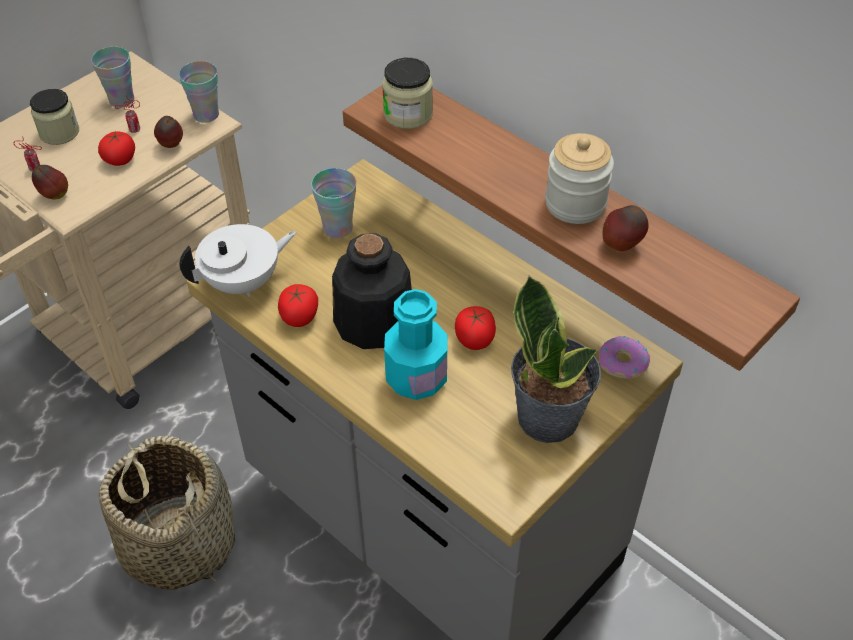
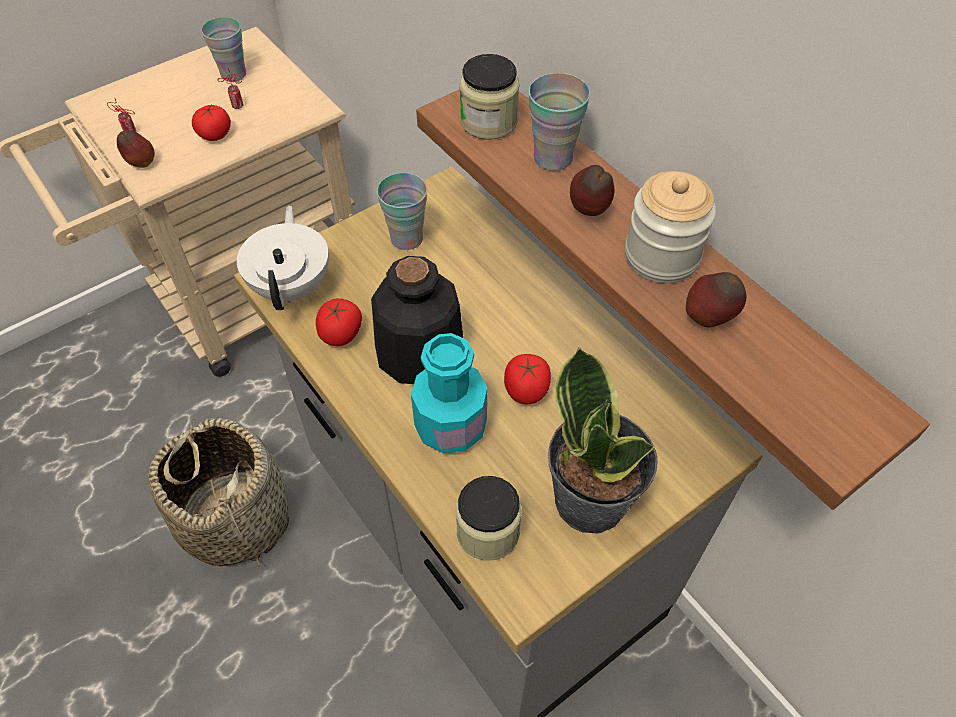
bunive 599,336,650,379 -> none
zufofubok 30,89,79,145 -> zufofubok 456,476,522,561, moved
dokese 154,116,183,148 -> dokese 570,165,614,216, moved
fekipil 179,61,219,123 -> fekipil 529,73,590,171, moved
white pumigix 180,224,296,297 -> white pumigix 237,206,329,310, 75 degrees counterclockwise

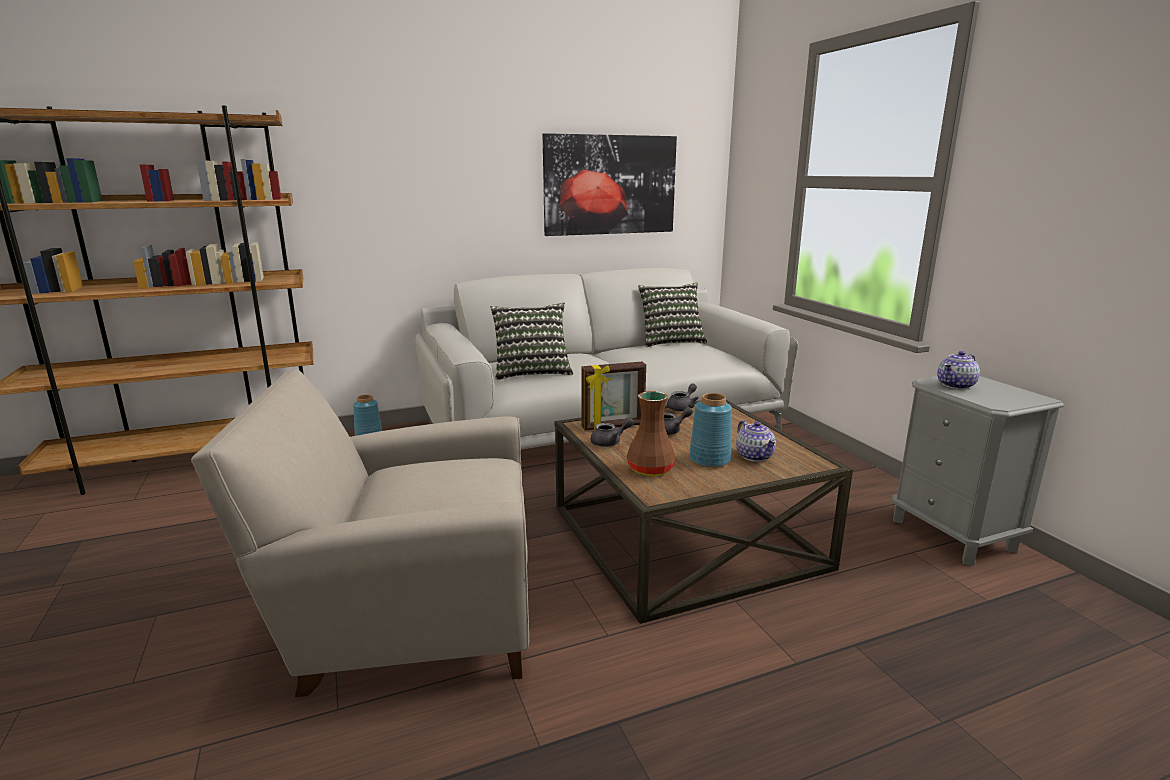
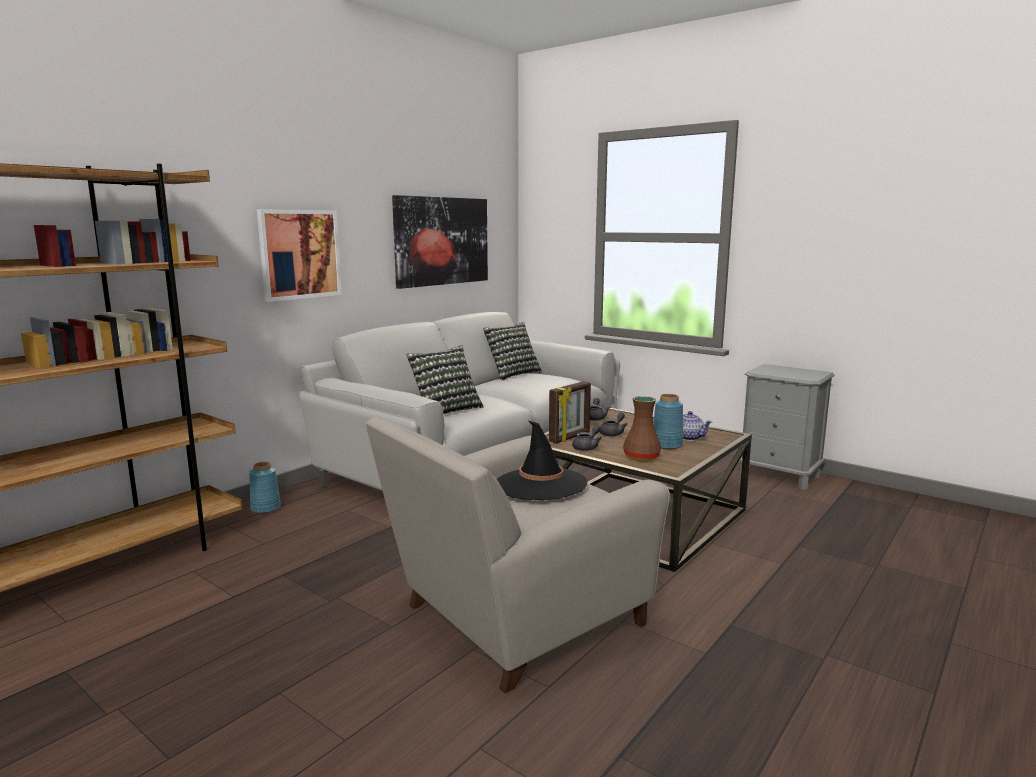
pumigix 938,351,980,389 -> none
none -> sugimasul 257,209,342,302
none -> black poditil 497,421,588,500

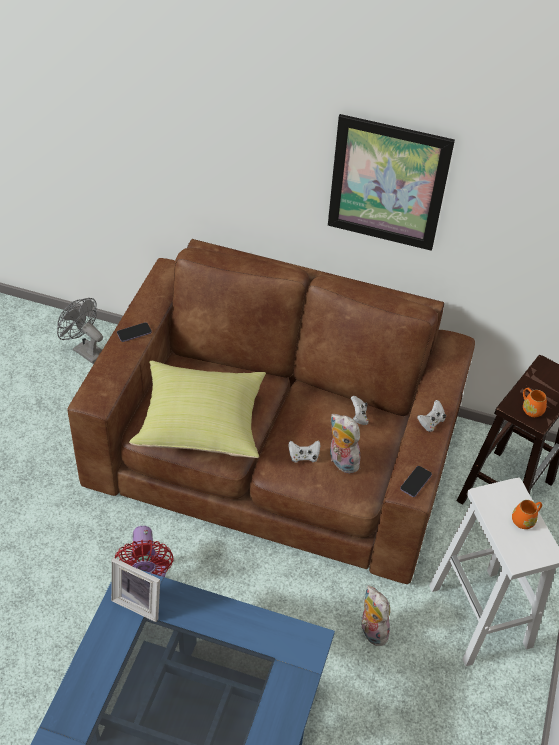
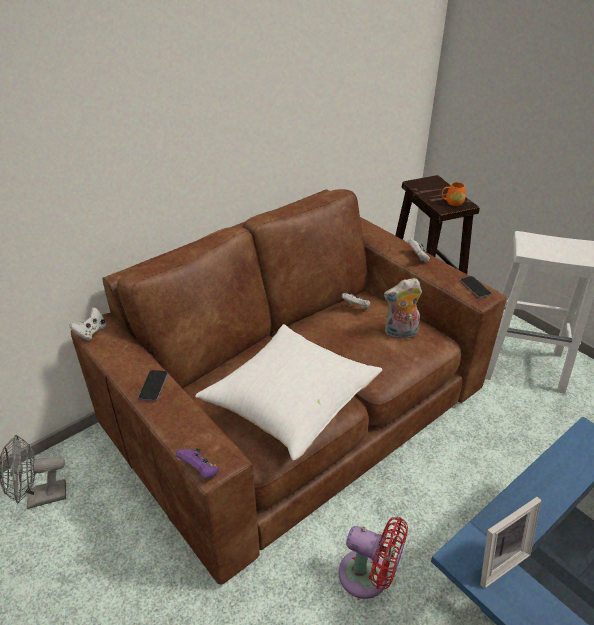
sugimasul 328,114,455,251 -> none
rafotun 361,585,390,646 -> none
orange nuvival 512,500,542,529 -> none
none -> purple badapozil 176,448,219,478
white badapozil 288,440,321,463 -> white badapozil 70,307,106,340, moved
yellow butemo 129,361,266,458 -> white butemo 195,324,382,460

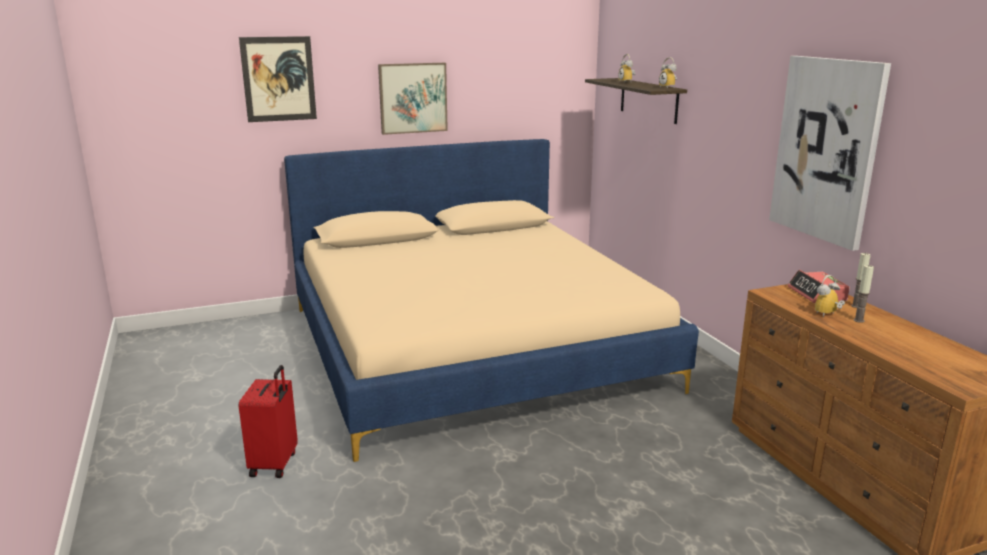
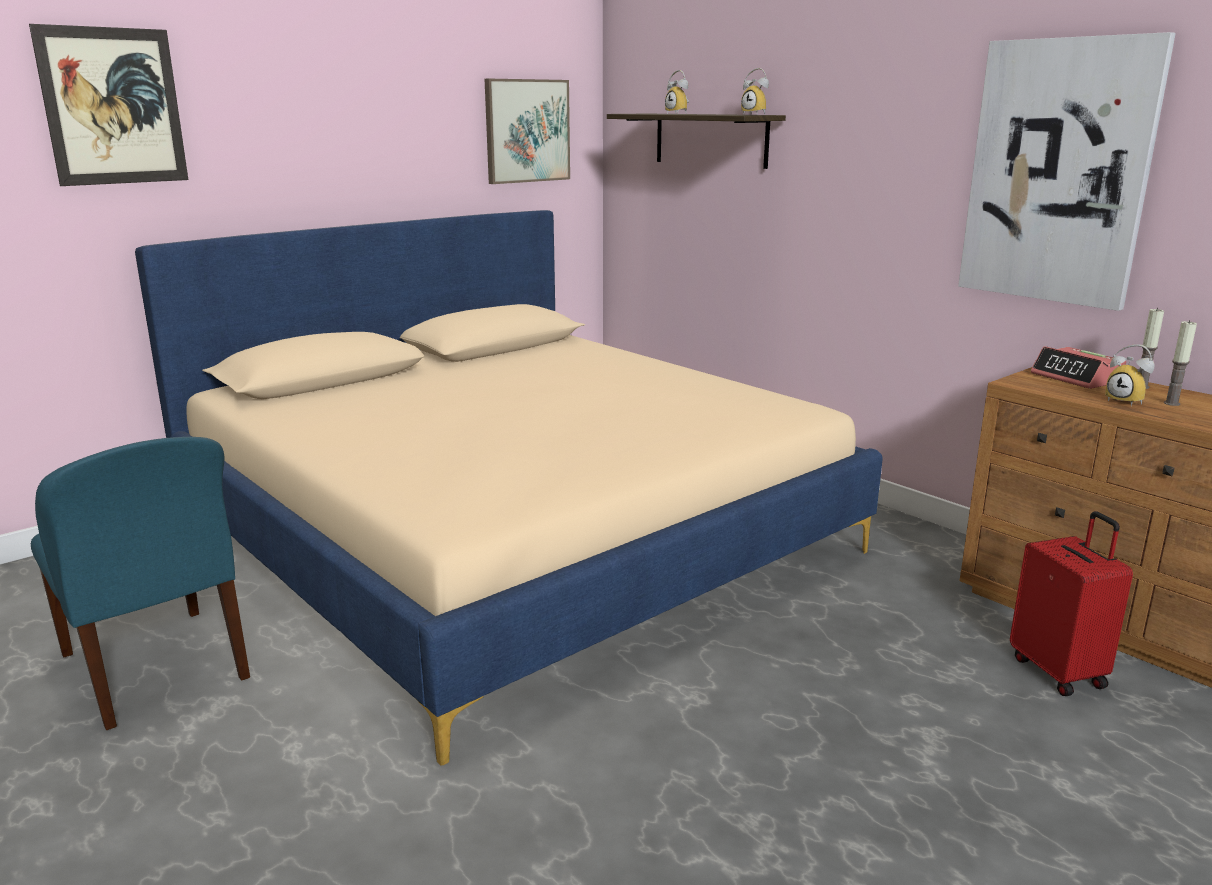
none -> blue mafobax 31,437,250,730
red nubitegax 239,365,298,478 -> red nubitegax 1010,511,1133,696, moved
sugimasul 378,63,448,135 -> sugimasul 485,79,570,184, moved
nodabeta 815,275,845,317 -> nodabeta 1105,344,1155,406, 75 degrees counterclockwise

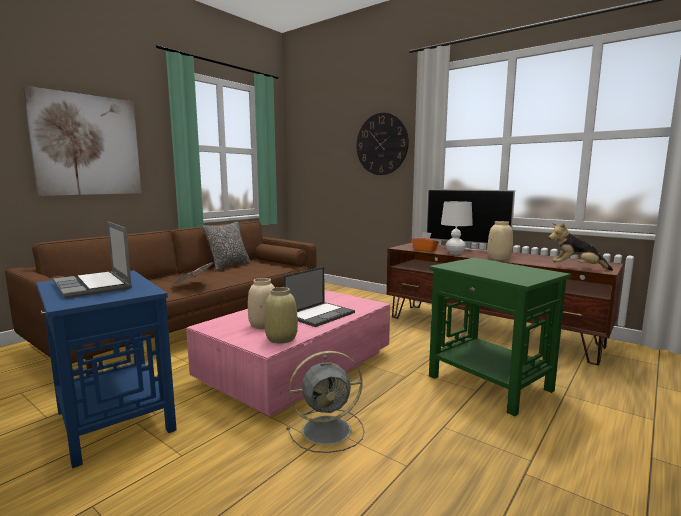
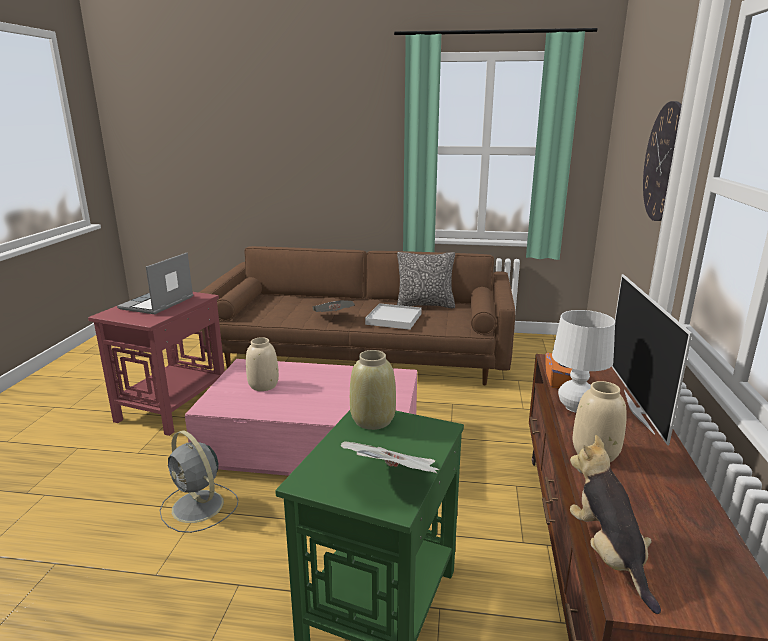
sugimasul 23,86,141,196 -> none
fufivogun 283,267,355,327 -> none
none -> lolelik 341,442,439,473
none -> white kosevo 365,303,422,330
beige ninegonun 264,287,298,343 -> beige ninegonun 350,350,396,430, moved
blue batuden 36,270,177,468 -> red batuden 88,292,225,436

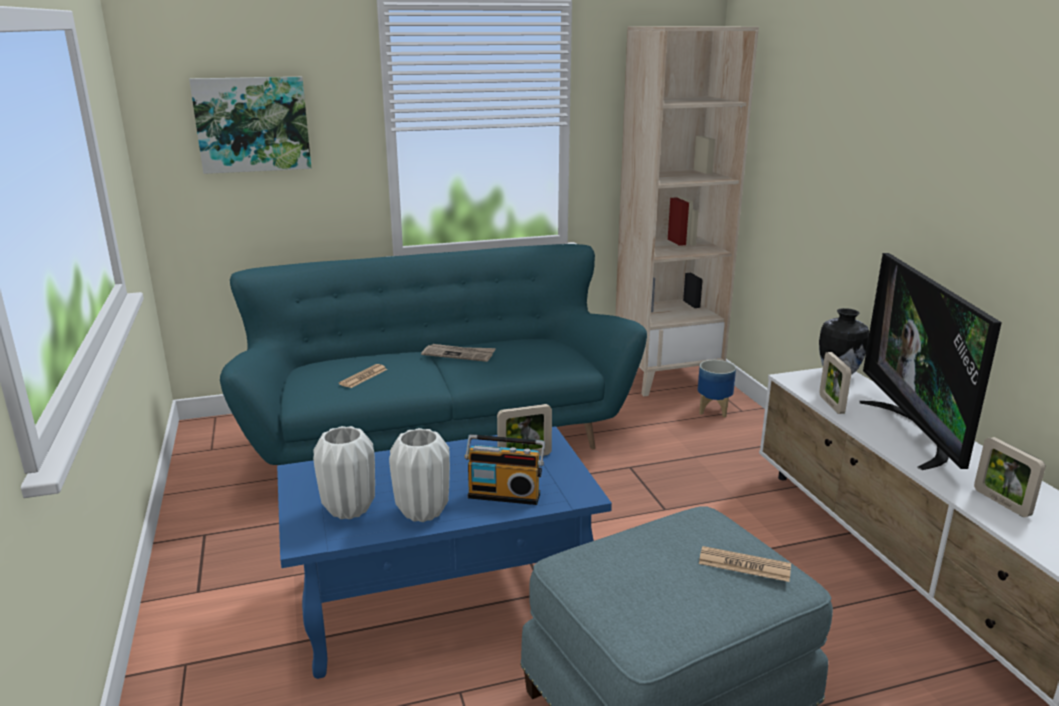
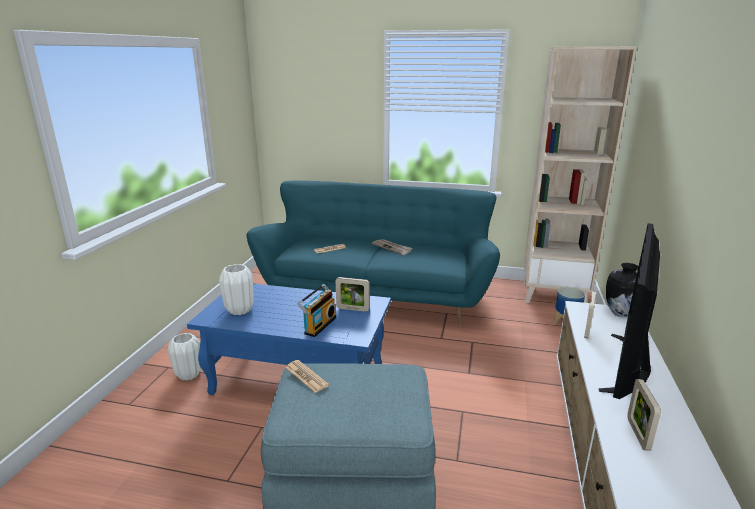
sugimasul 189,77,312,174 -> none
white ninegonun 389,428,450,522 -> white ninegonun 168,333,201,381, moved
lolelik 699,546,791,582 -> lolelik 286,360,329,393, moved
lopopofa 465,434,545,505 -> lopopofa 297,284,336,337, 105 degrees counterclockwise

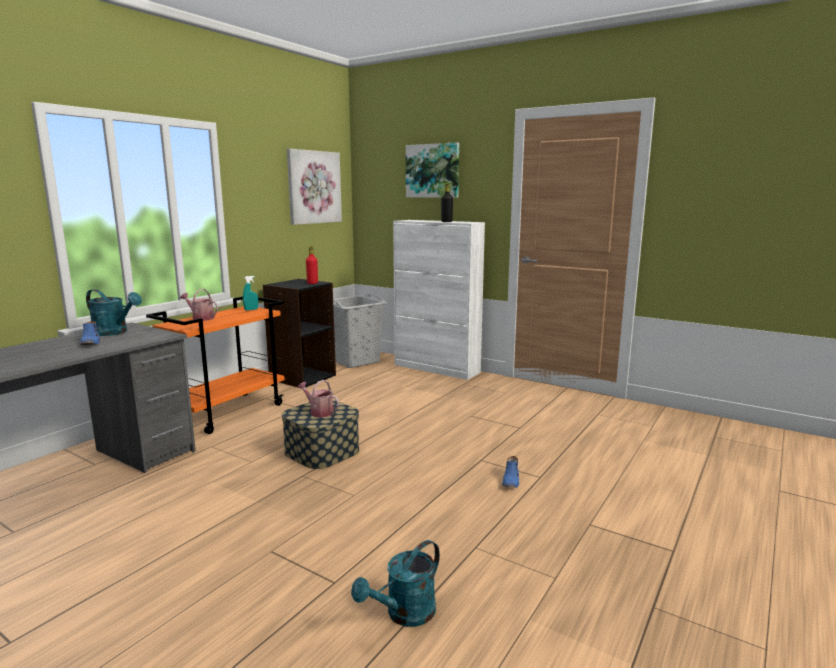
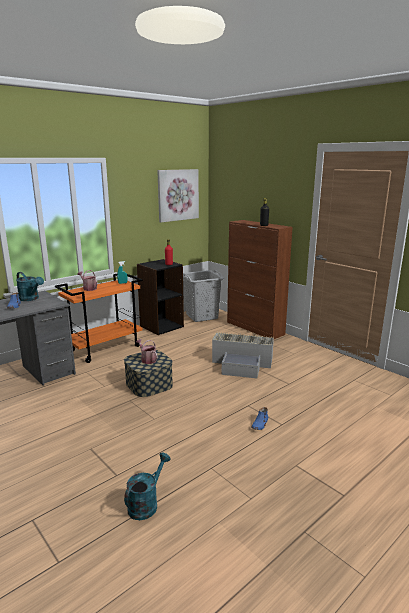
sugimasul 406,142,459,198 -> none
none -> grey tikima 212,332,274,378
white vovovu 393,220,485,380 -> brown vovovu 227,220,293,339
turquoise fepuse 351,540,440,627 -> turquoise fepuse 124,453,171,520, 150 degrees clockwise

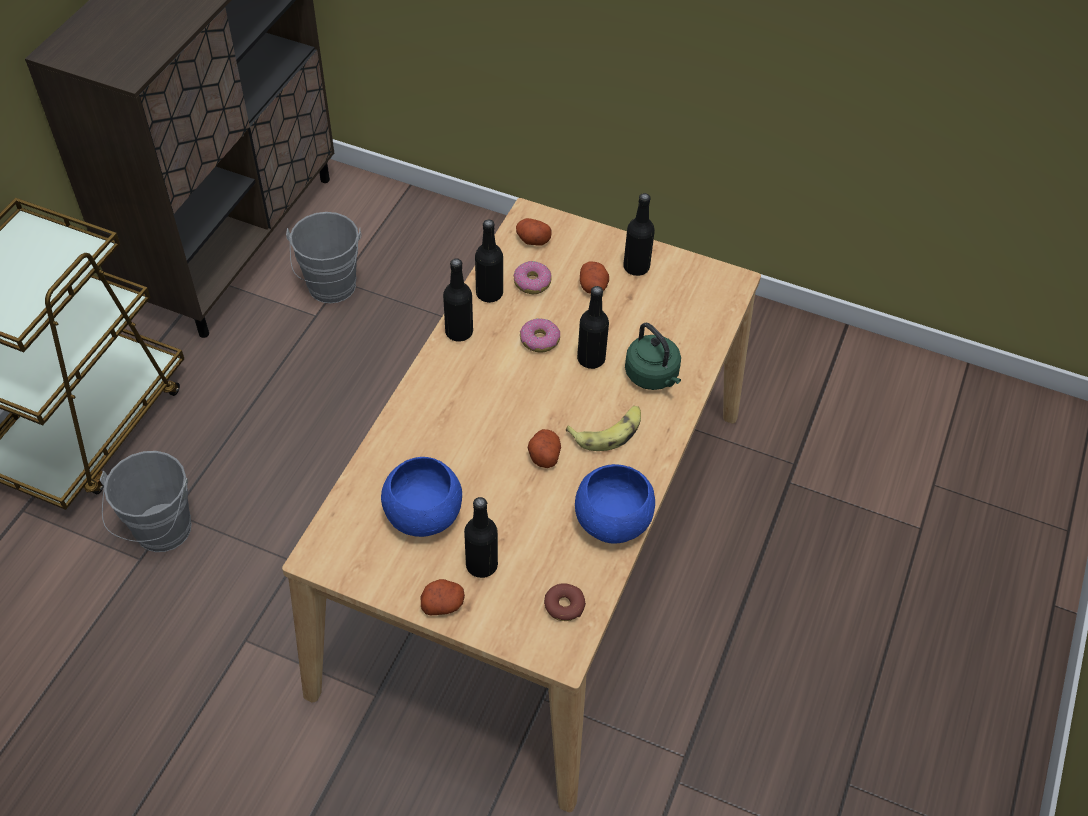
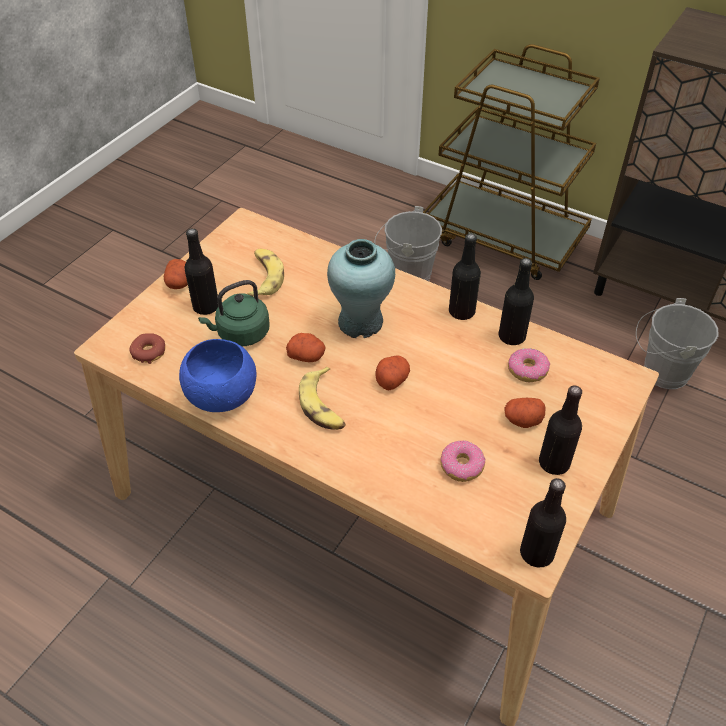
none -> turquoise ninegonun 327,239,395,338
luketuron 516,218,551,246 -> luketuron 375,355,410,390, moved
bunive 520,318,560,353 -> bunive 440,441,485,482, moved
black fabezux 577,286,609,369 -> black fabezux 520,478,566,567, moved
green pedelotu 625,323,681,390 -> green pedelotu 198,280,270,346, moved
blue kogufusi 381,457,462,537 -> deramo 248,249,284,296

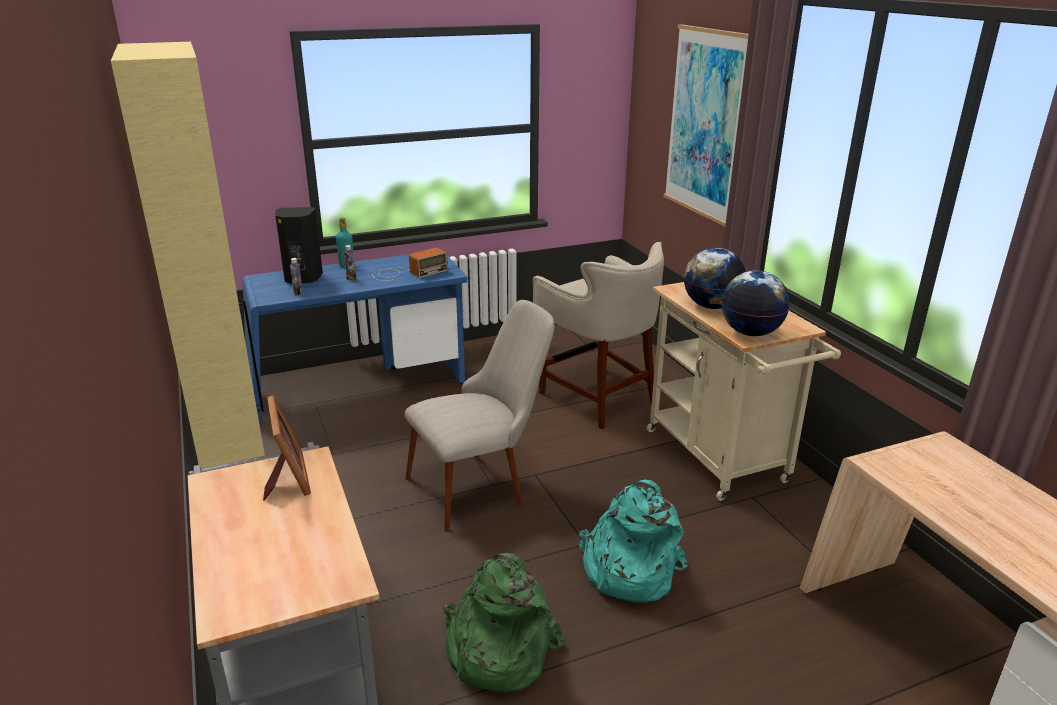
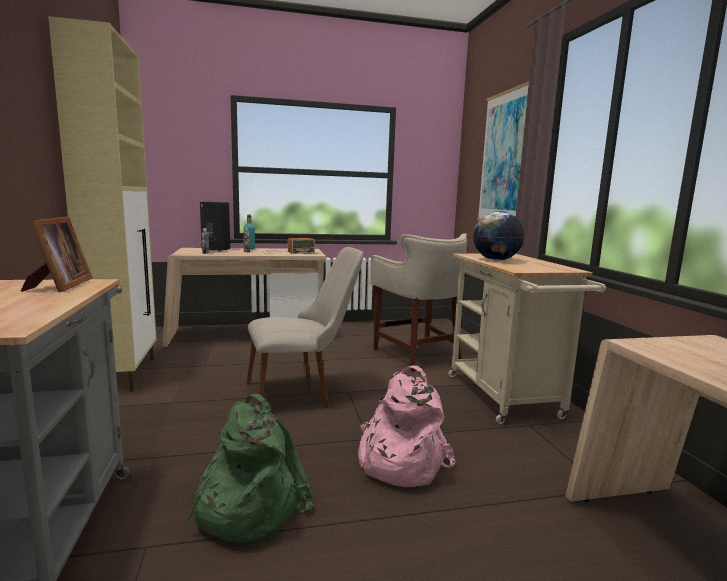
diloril 721,270,790,336 -> none
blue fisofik 242,254,467,426 -> beige fisofik 162,248,326,347
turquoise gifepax 579,480,688,603 -> pink gifepax 358,365,456,487

